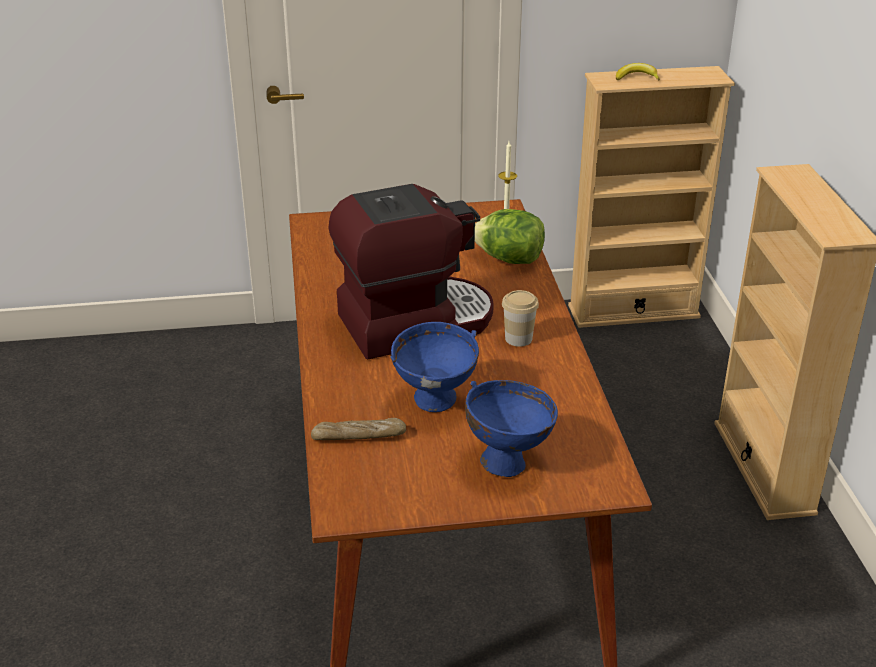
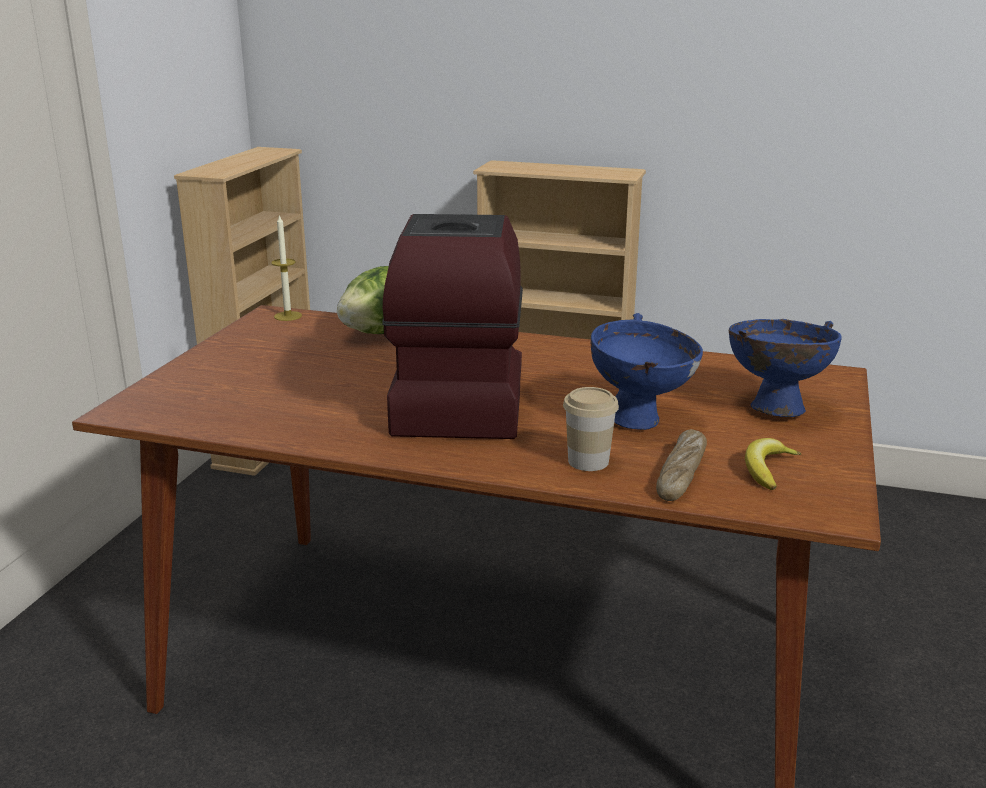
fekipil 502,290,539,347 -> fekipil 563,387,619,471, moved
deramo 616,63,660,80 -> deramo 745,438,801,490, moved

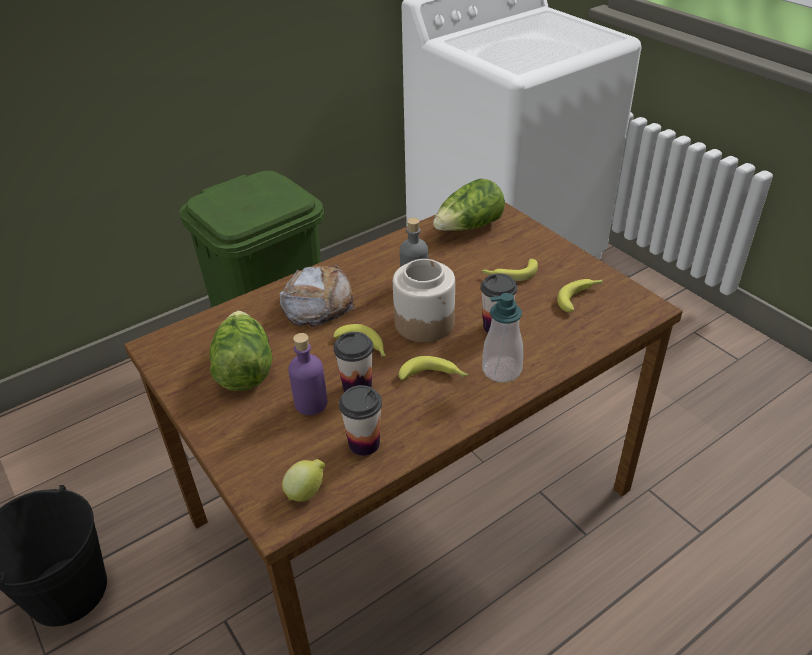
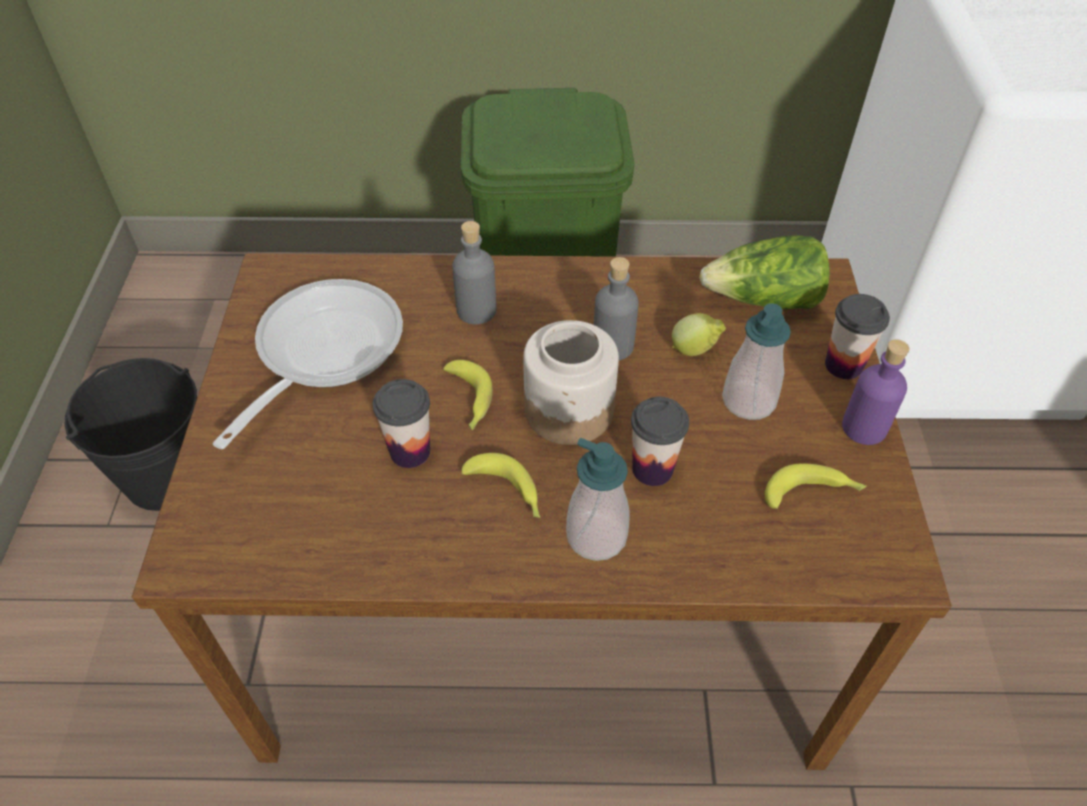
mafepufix 282,459,325,502 -> mafepufix 672,313,726,356, moved
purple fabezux 288,333,328,415 -> purple fabezux 842,339,909,445, moved
fekipil 339,385,382,456 -> fekipil 825,294,890,379, moved
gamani 210,311,272,391 -> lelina 213,279,403,449
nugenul 279,264,355,327 -> grey fabezux 452,221,496,324
deramo 482,259,538,281 -> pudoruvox 722,303,791,420

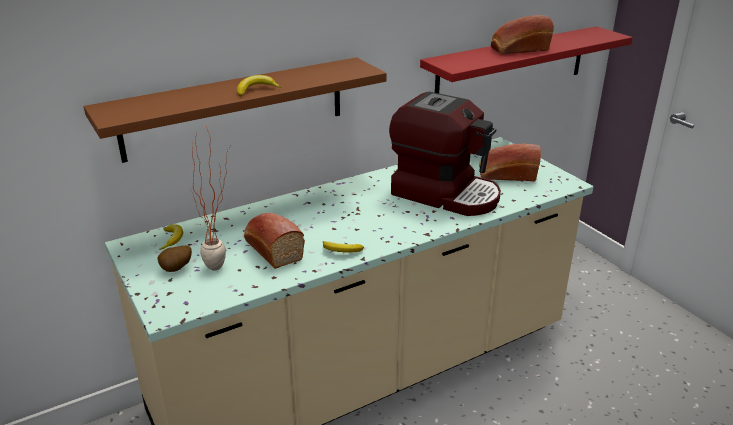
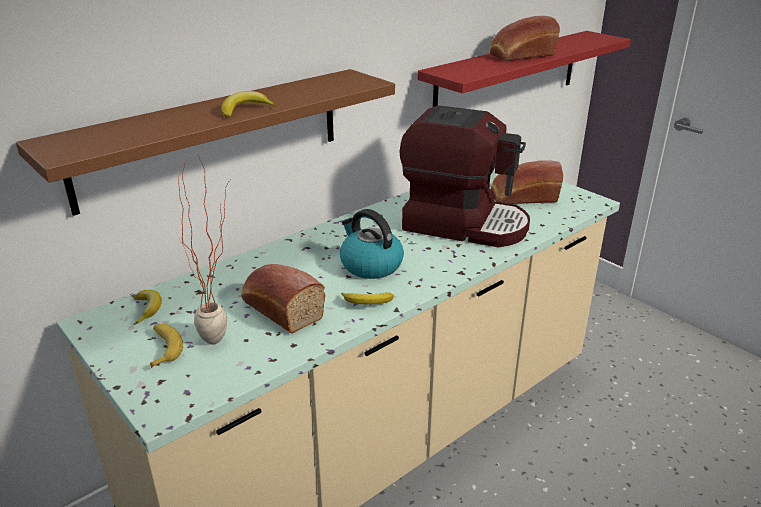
none -> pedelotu 340,209,404,279
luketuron 158,246,192,272 -> deramo 150,324,183,368

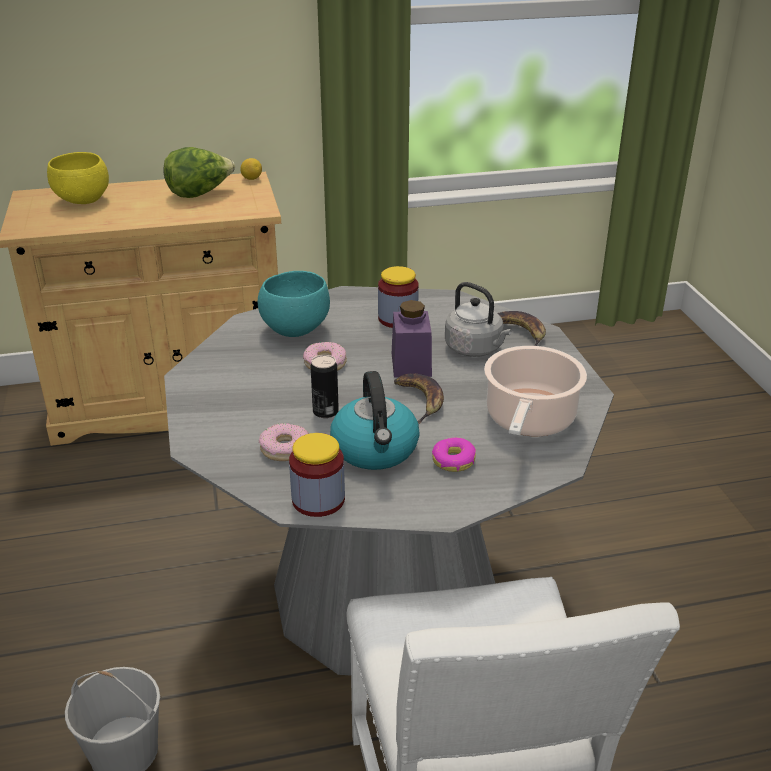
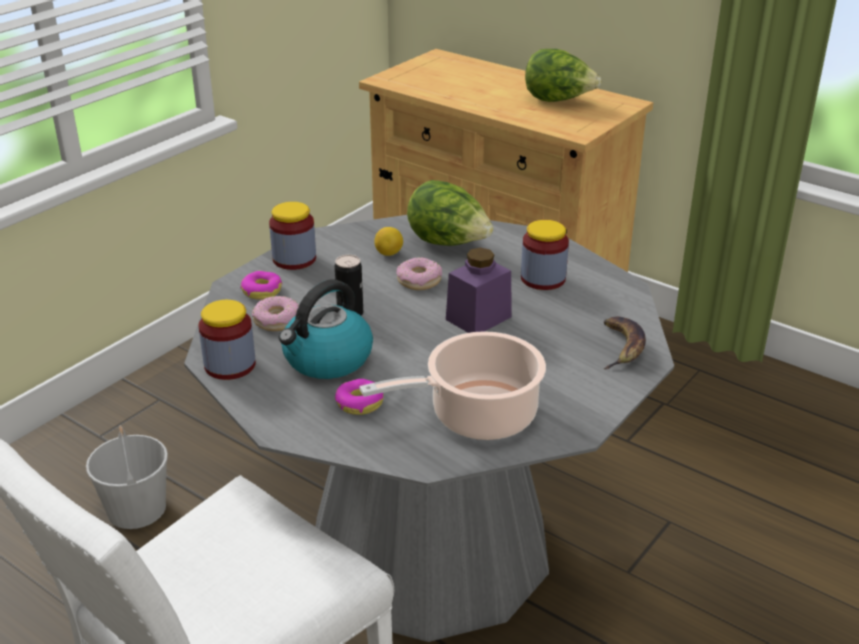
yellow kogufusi 47,152,109,204 -> none
deramo 394,374,444,424 -> none
grey pedelotu 445,282,512,357 -> none
none -> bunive 241,271,282,300
none -> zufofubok 269,202,316,270
mafepufix 240,158,262,180 -> mafepufix 374,227,403,256, moved
turquoise kogufusi 258,271,330,337 -> gamani 407,180,494,246

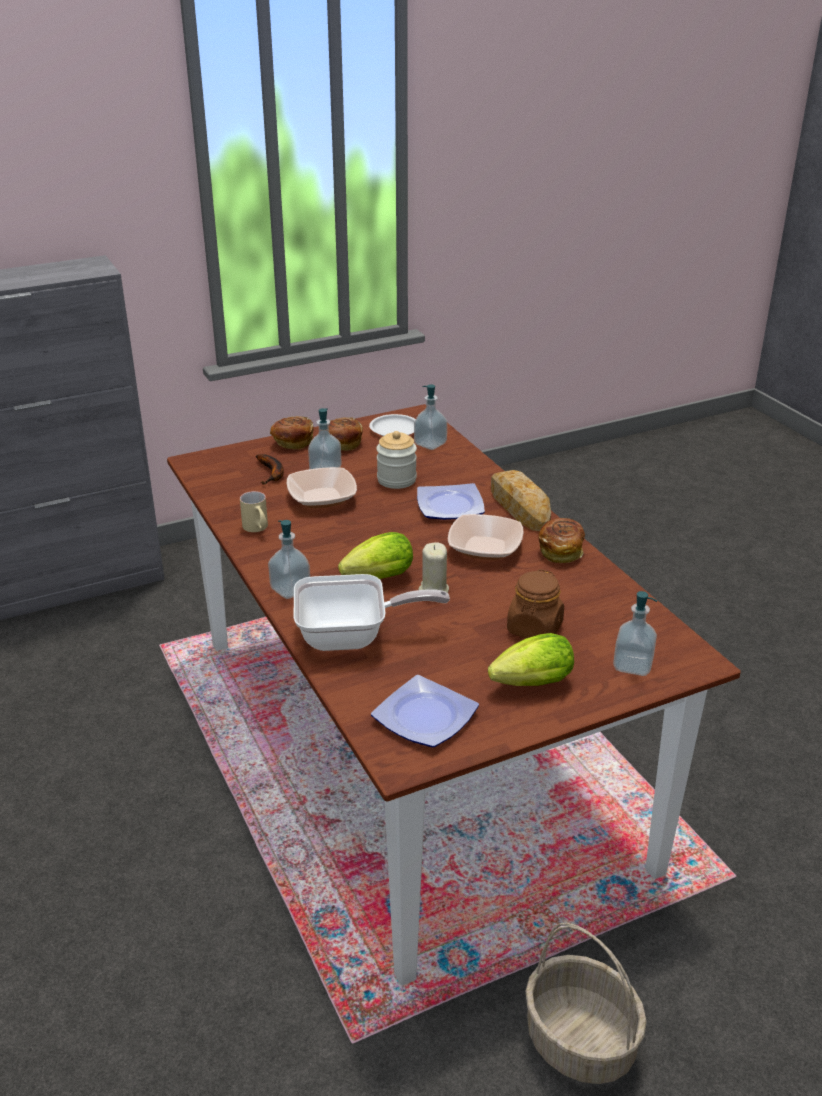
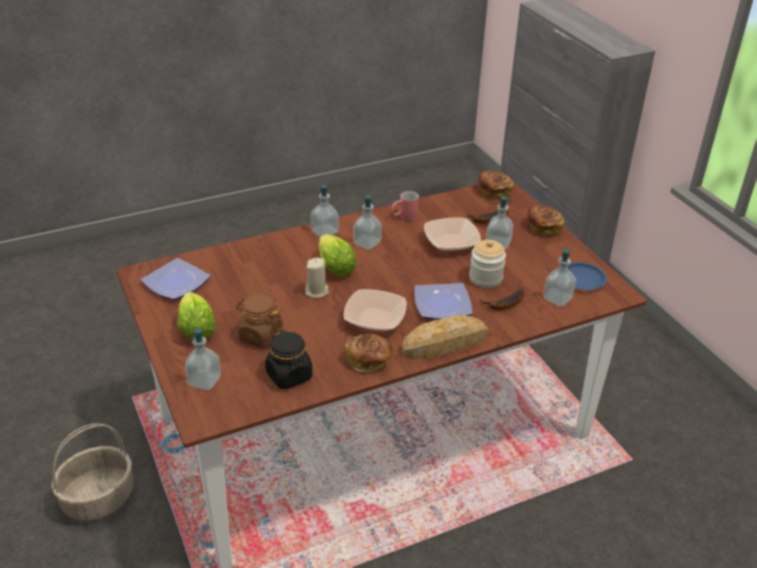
lelina 294,574,450,651 -> none
none -> black zufofubok 265,330,313,389
none -> pudoruvox 353,195,382,250
none -> deramo 480,287,525,310
nugenul 328,417,363,451 -> nugenul 477,171,514,199, moved
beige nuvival 240,491,268,532 -> red nuvival 391,191,419,221
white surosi 369,414,416,436 -> blue surosi 568,262,607,290

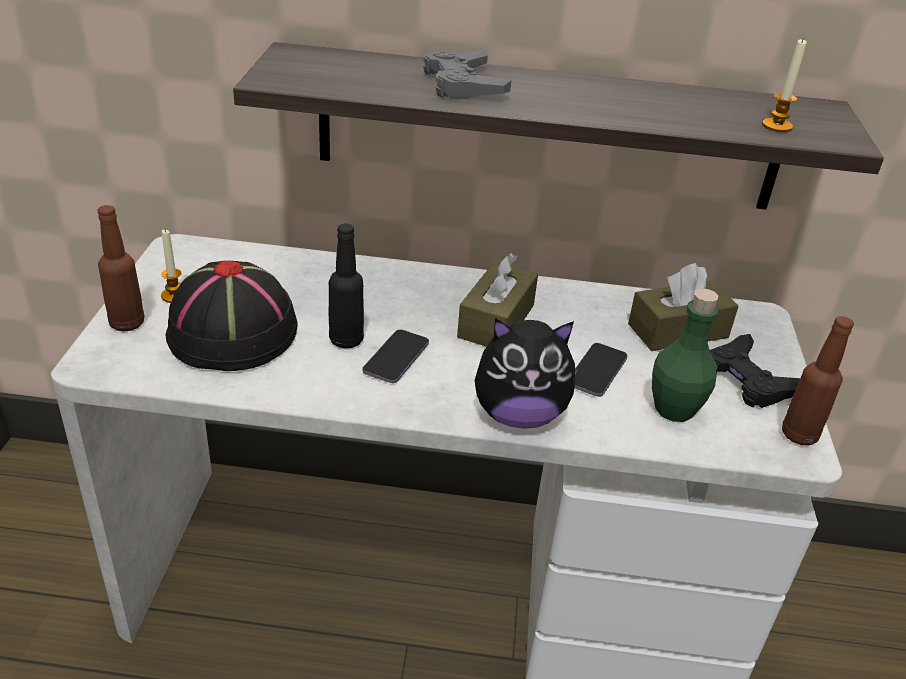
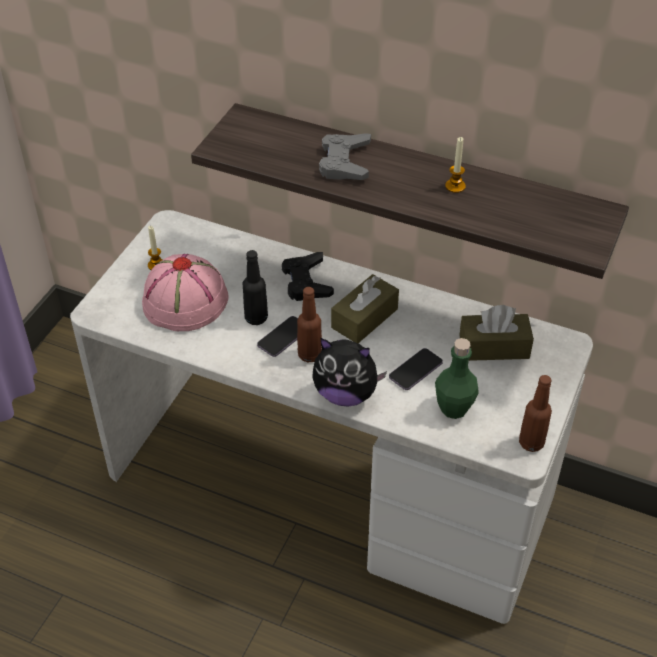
brown fabezux 98,205,144,332 -> brown fabezux 297,287,322,362, moved
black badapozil 710,334,800,408 -> black badapozil 282,252,334,301, moved
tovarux 762,38,807,132 -> tovarux 445,137,466,193, moved
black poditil 166,260,297,371 -> pink poditil 142,254,228,331

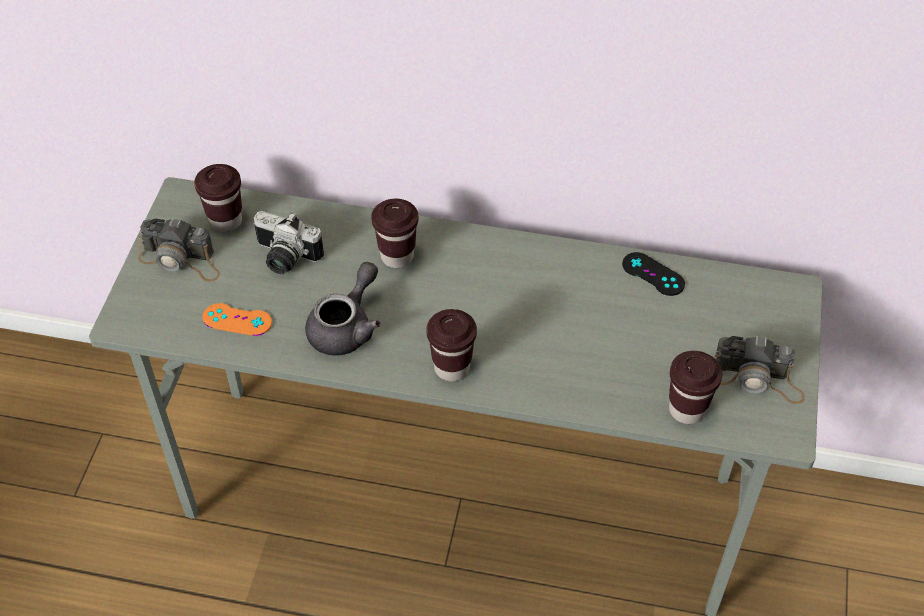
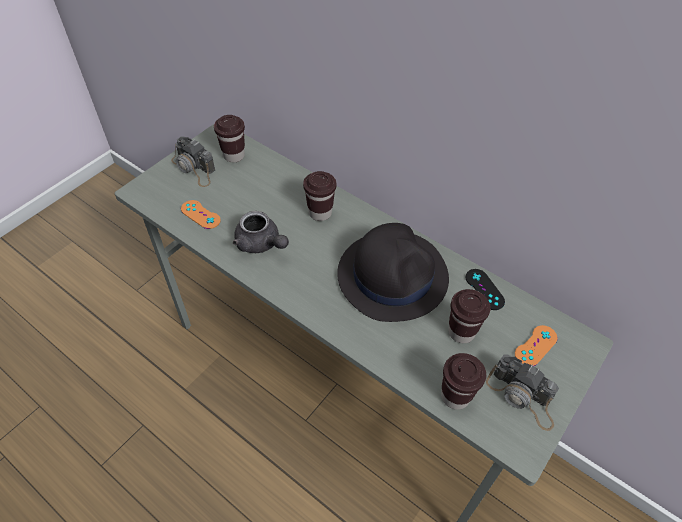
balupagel 253,211,324,274 -> none
none -> black poditil 337,223,449,322
none -> orange badapozil 515,325,558,366
brown fekipil 426,309,477,382 -> brown fekipil 448,289,491,343, moved
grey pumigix 305,262,380,356 -> grey pumigix 233,211,289,253, 75 degrees clockwise

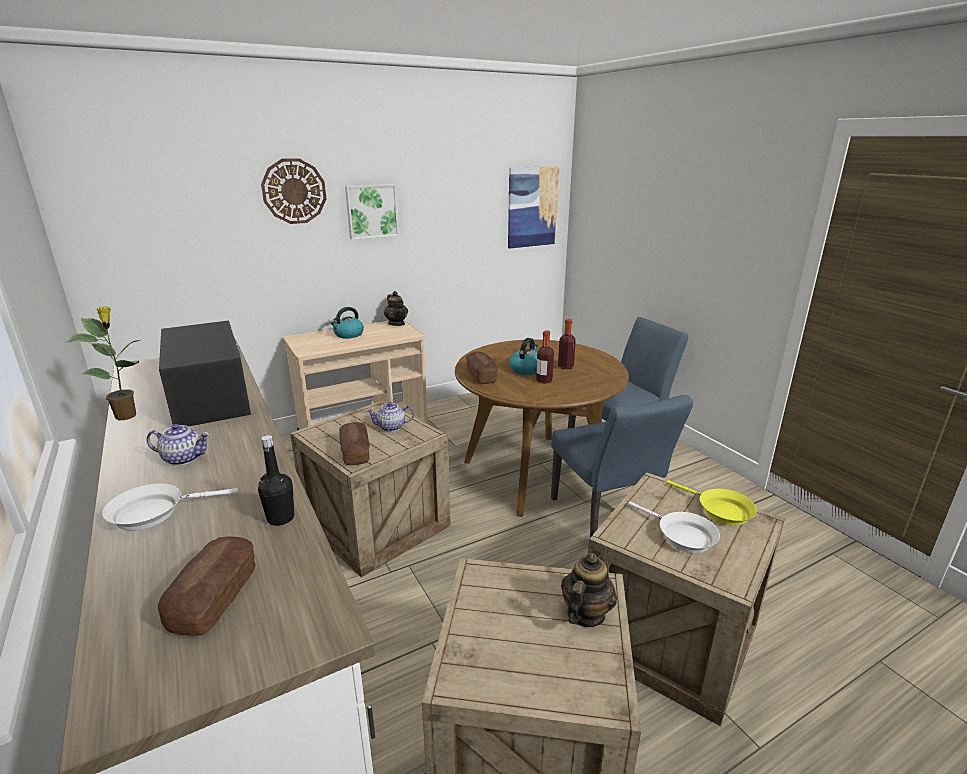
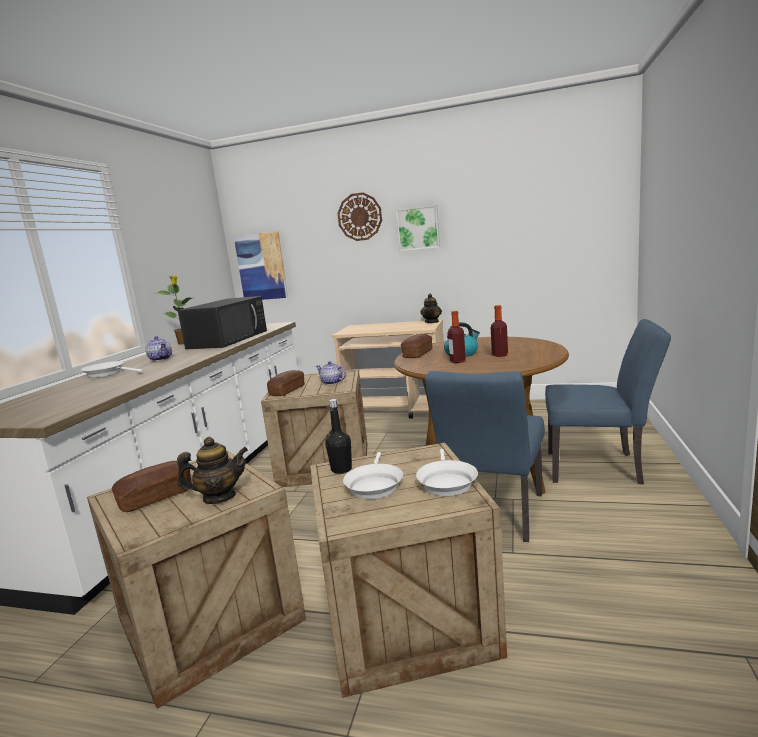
pedelotu 330,307,364,339 -> none
nugenul 158,537,256,636 -> nugenul 112,461,192,512, moved
black fabezux 258,435,294,526 -> black fabezux 325,399,352,474, moved
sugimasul 508,166,560,249 -> sugimasul 234,231,288,300, moved
yellow lelina 666,480,757,526 -> white lelina 416,449,478,496

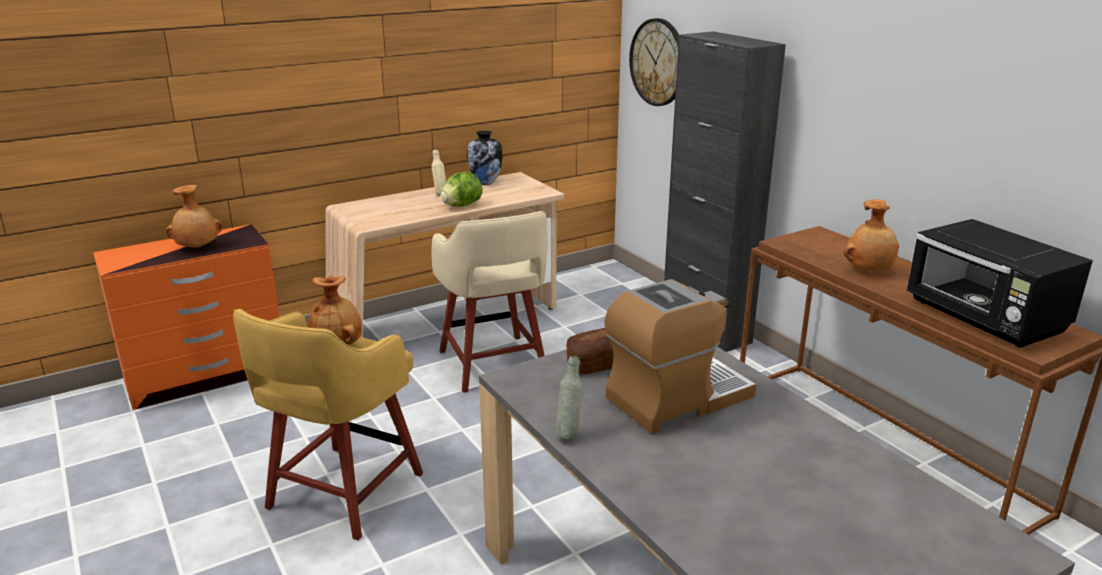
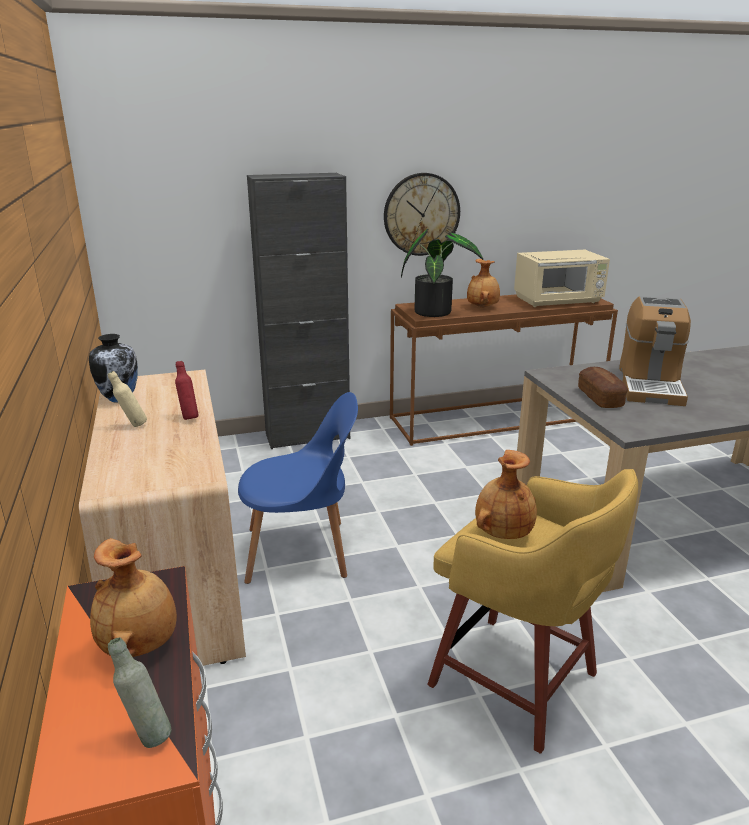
none -> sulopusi 401,229,483,317
grey fabezux 556,356,583,440 -> grey fabezux 108,638,171,748, moved
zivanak 629,18,679,106 -> zivanak 384,173,460,256, moved
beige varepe 431,211,548,393 -> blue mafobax 238,392,358,584
gamani 441,172,483,206 -> red fabezux 175,361,198,420
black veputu 906,219,1093,348 -> beige veputu 514,250,610,307
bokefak 604,279,757,434 -> bokefak 619,296,691,406, 150 degrees counterclockwise

